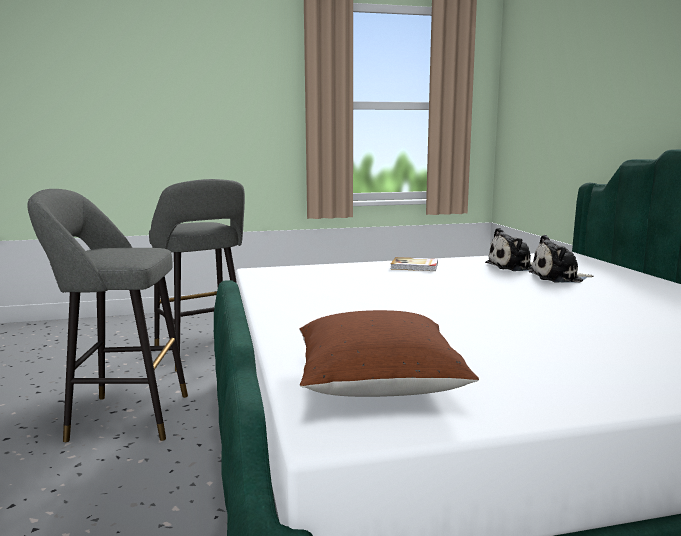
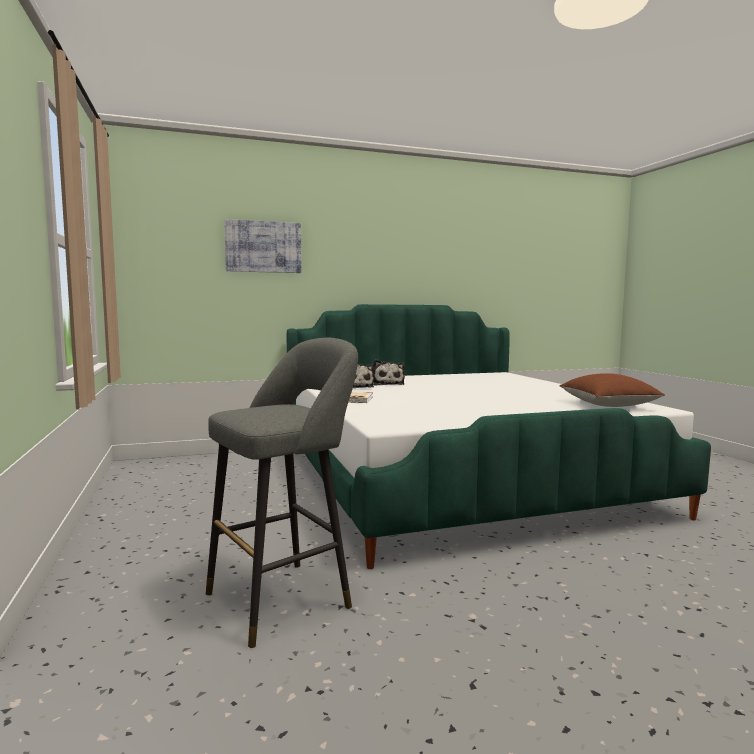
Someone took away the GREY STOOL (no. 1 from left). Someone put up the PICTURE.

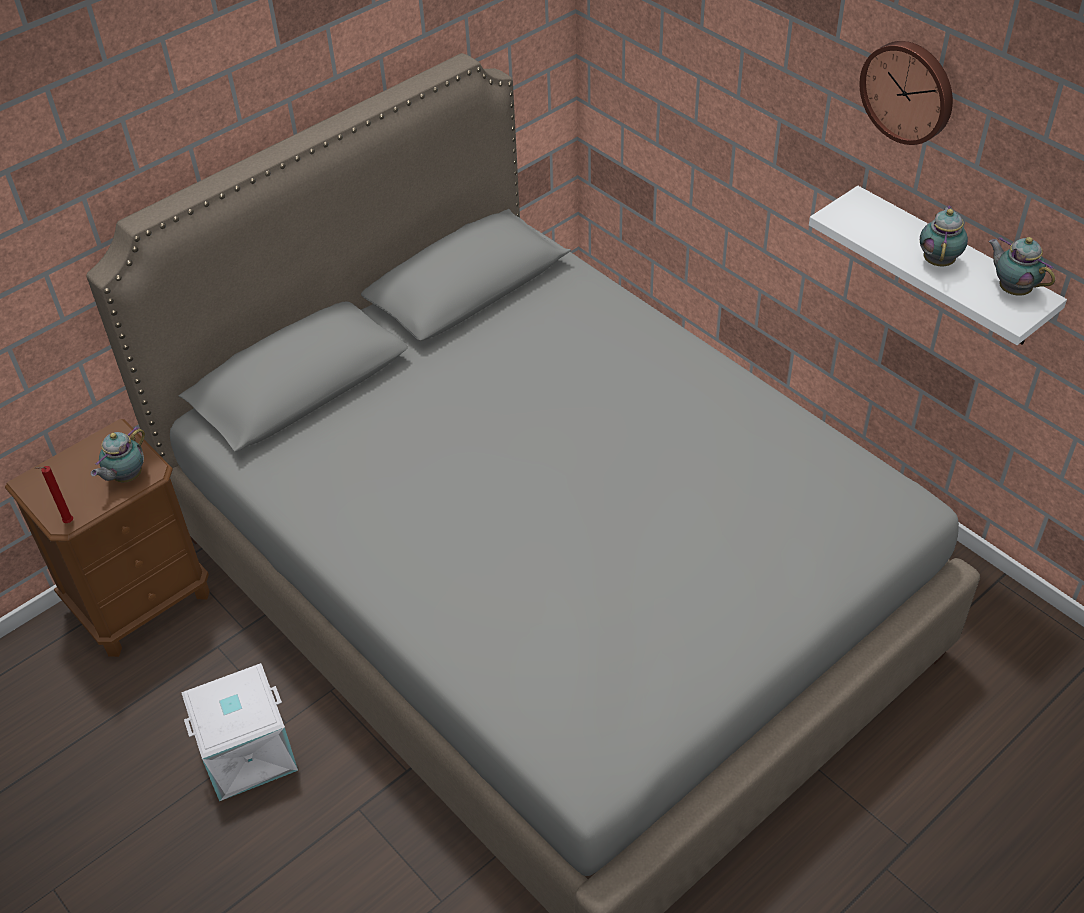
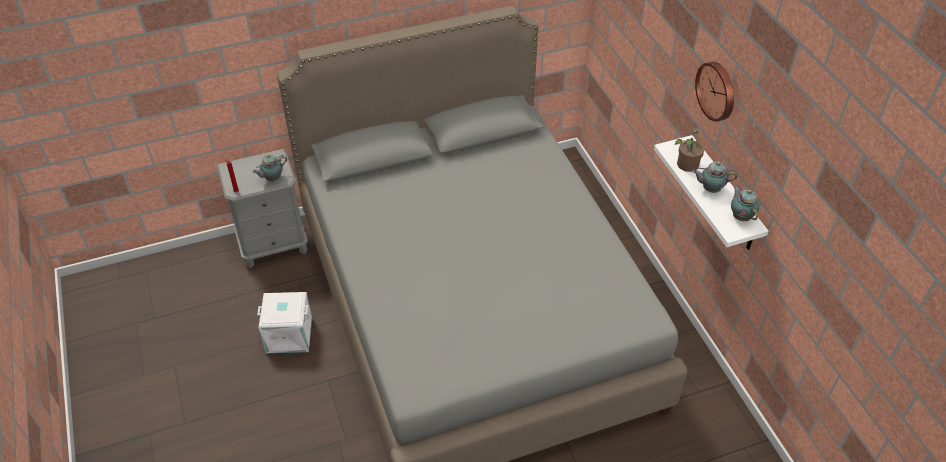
Someone rotated the TEAPOT (no. 2 from left) by 120 degrees counterclockwise. Someone repainted the BROWN NIGHTSTAND, which became the GREY NIGHTSTAND. Someone put down the POTTED PLANT.

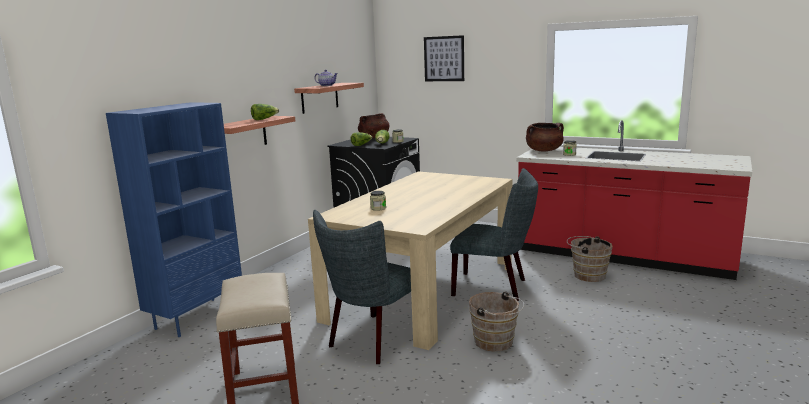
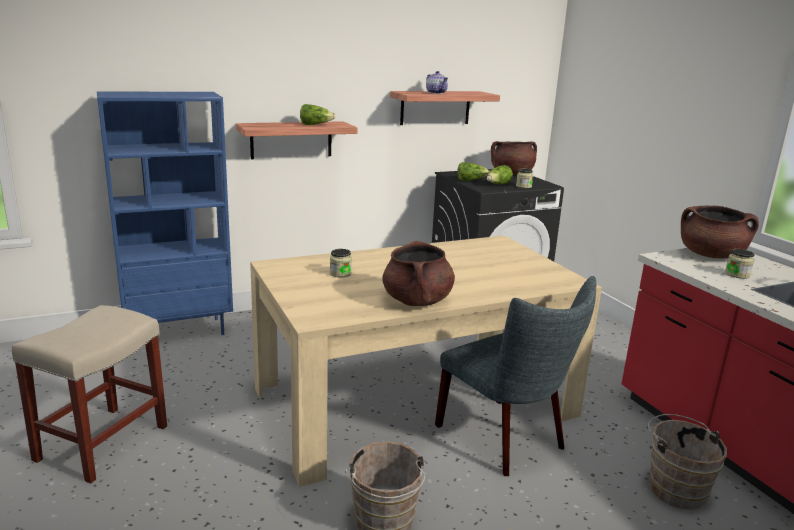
Someone took away the PICTURE. Someone took away the GREY CHAIR (no. 1 from left). Someone put down the BROWN COOKING POT (no. 1 from left).

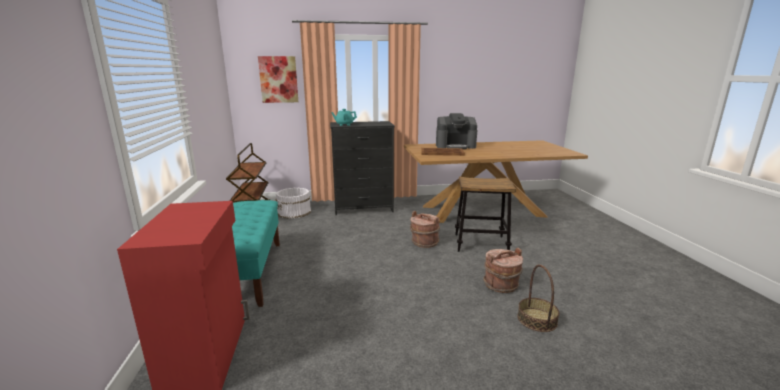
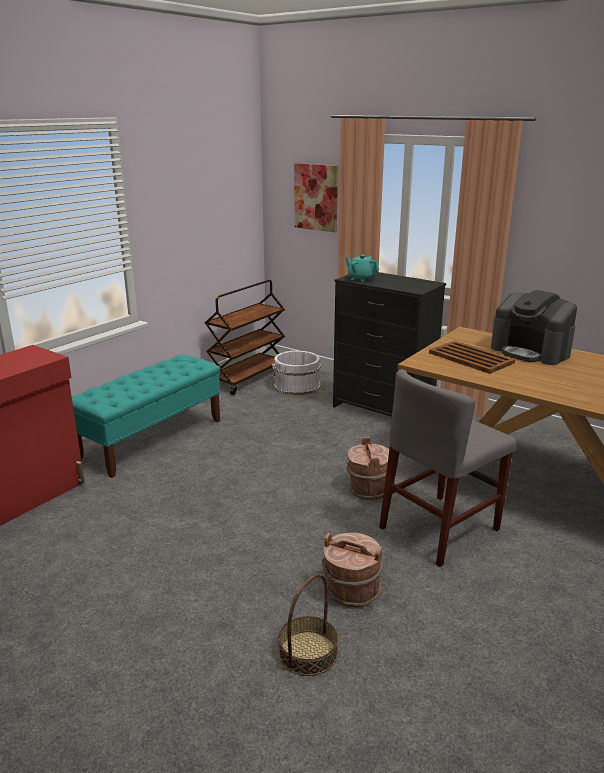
Someone swapped the STOOL for the GREY CHAIR.

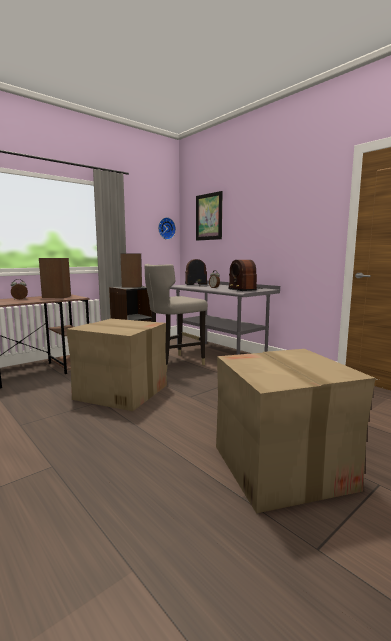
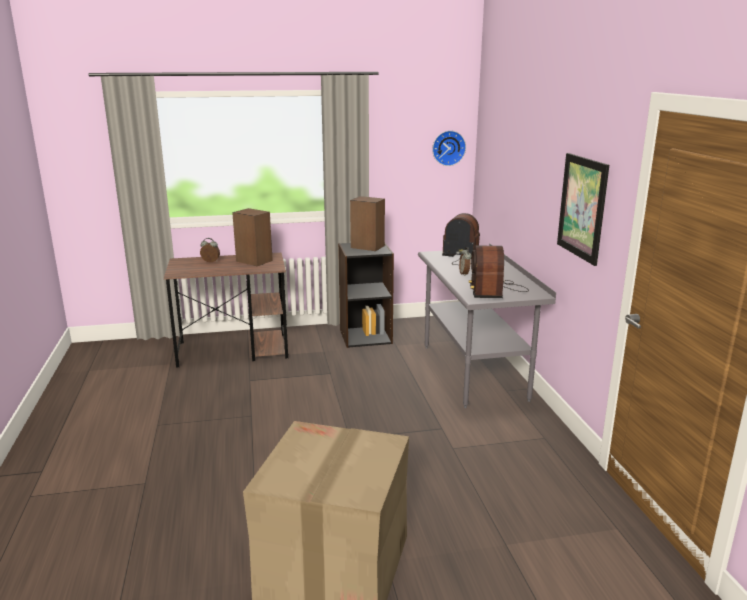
Someone carried the PICTURE. Someone took away the GREY STOOL. Someone took away the CARDBOARD BOX (no. 1 from left).

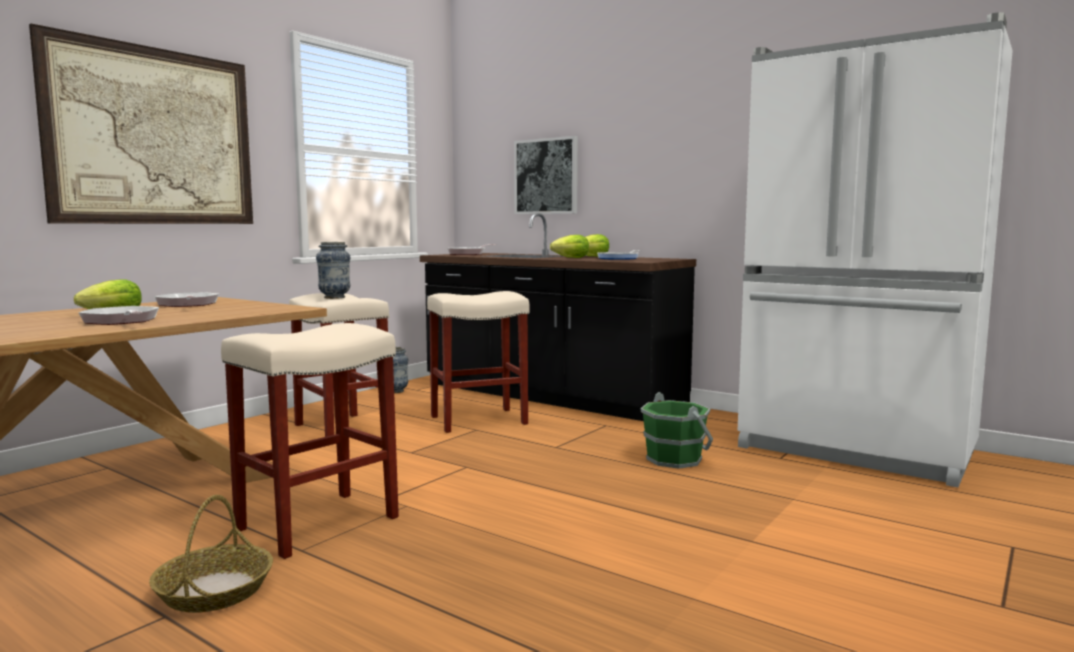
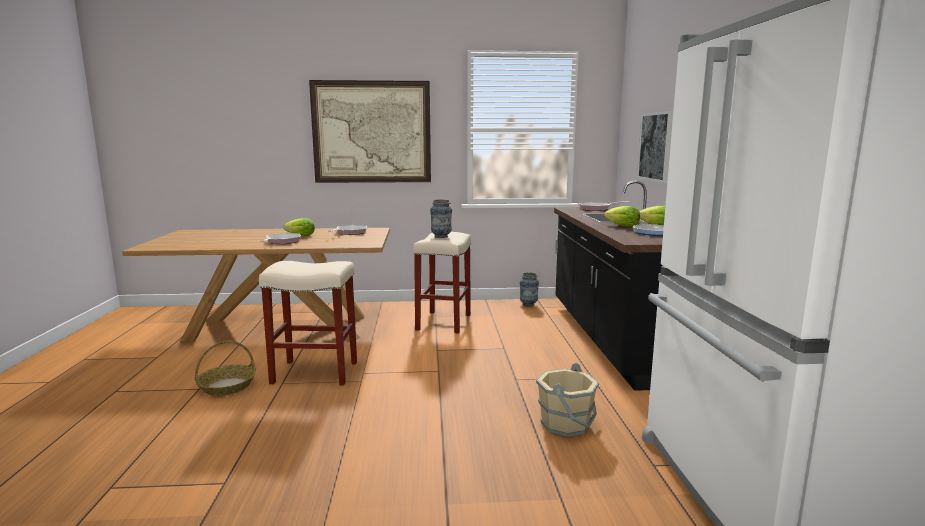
Someone took away the BEIGE STOOL (no. 3 from left). Someone repainted the GREEN BUCKET, which became the BEIGE BUCKET.

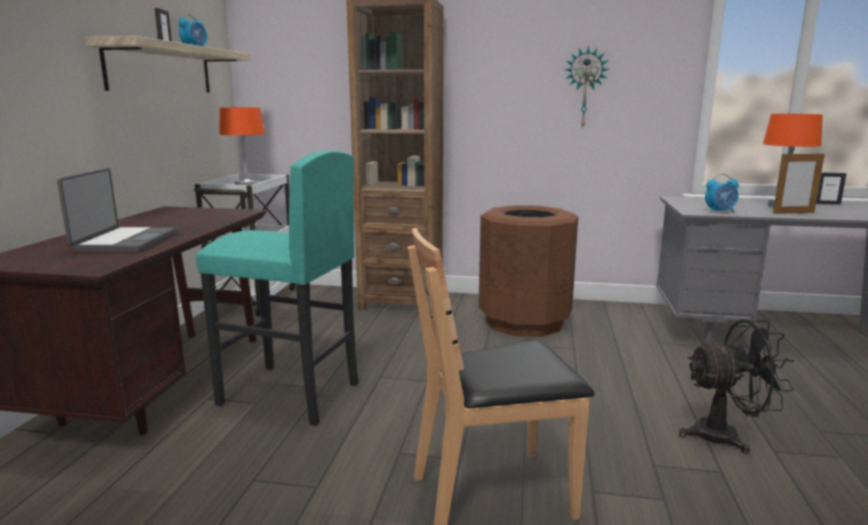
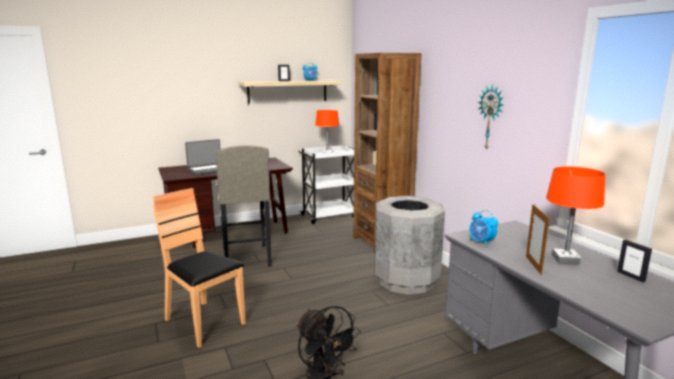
Someone repainted the TURQUOISE STOOL, which became the GREY STOOL. Someone rotated the PICTURE FRAME (no. 2 from left) by 45 degrees clockwise. Someone repainted the BROWN TRASH CAN, which became the GREY TRASH CAN.

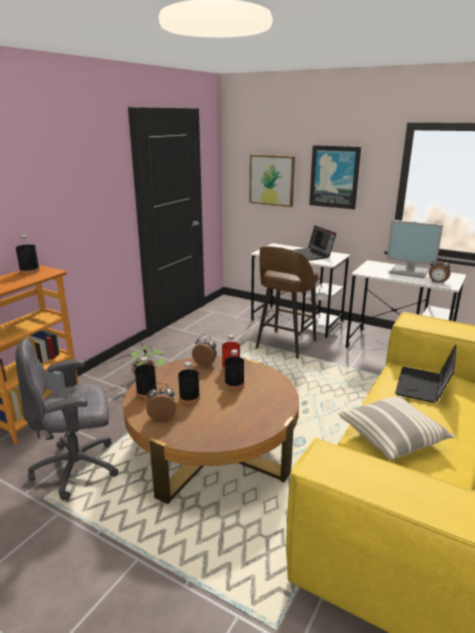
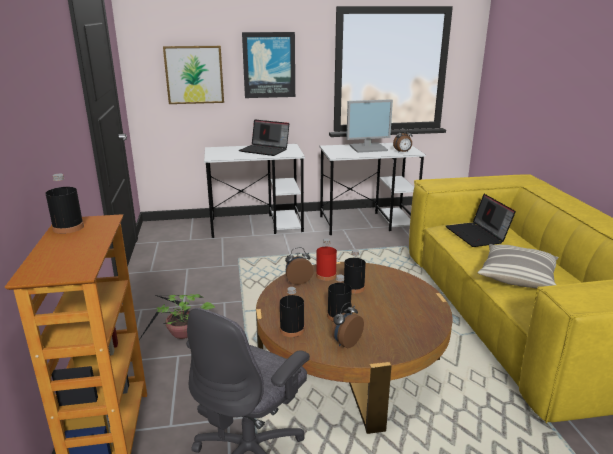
Someone took away the BROWN STOOL.

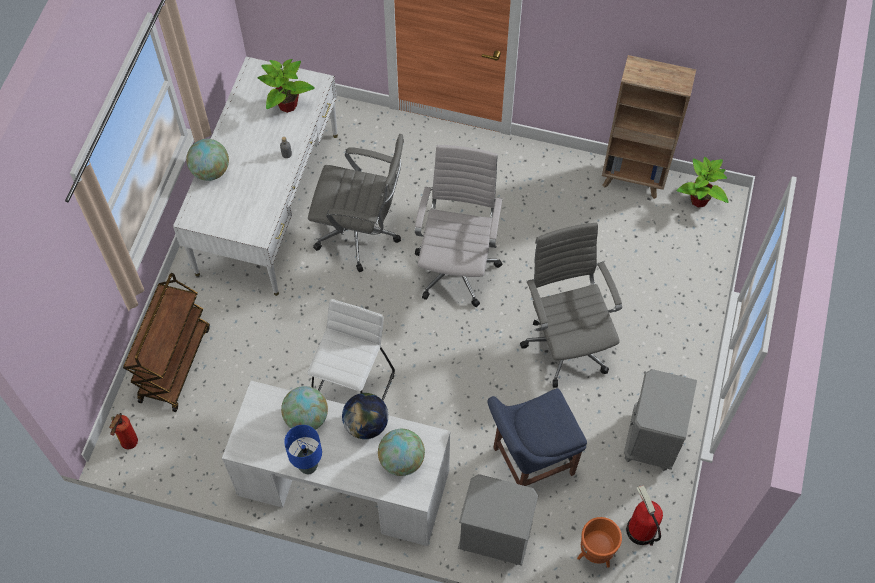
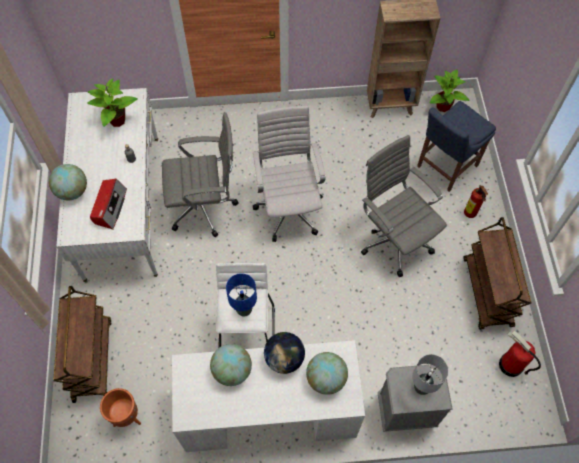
Someone swapped the GREY NIGHTSTAND (no. 2 from left) for the BROWN CART (no. 2 from left). Someone carried the BLUE CHAIR. Someone carried the FIRE EXTINGUISHER (no. 1 from left). Someone carried the BLUE TABLE LAMP. Someone carried the ORANGE PLANTER. Someone put down the RADIO. Someone put down the GREY TABLE LAMP.

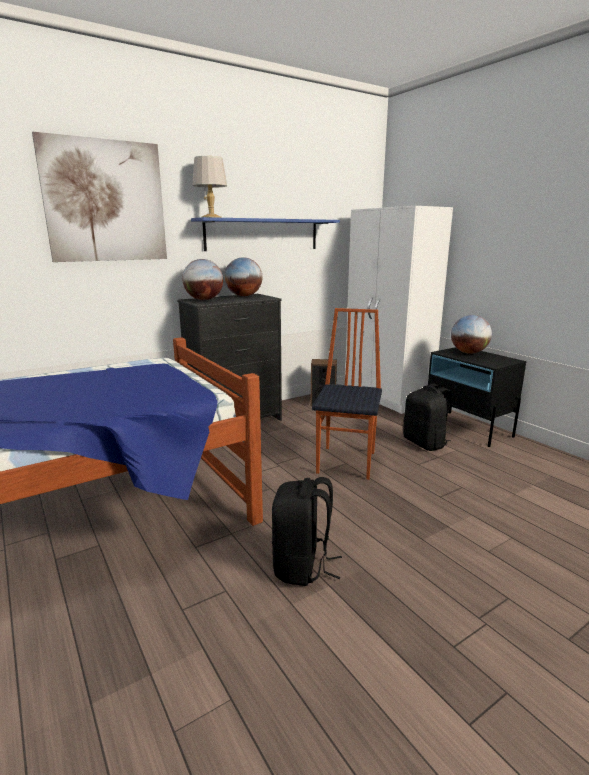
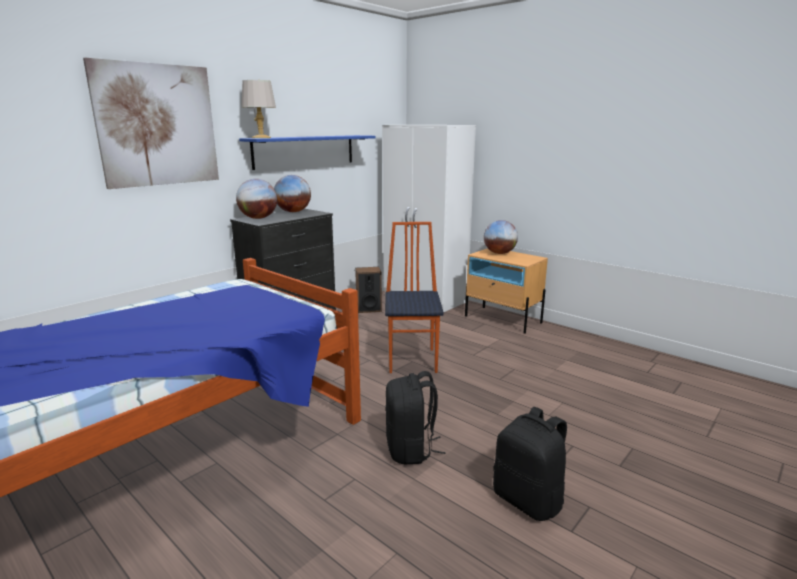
Someone repainted the BLACK NIGHTSTAND, which became the BEIGE NIGHTSTAND. Someone carried the BLACK BACKPACK (no. 2 from left).

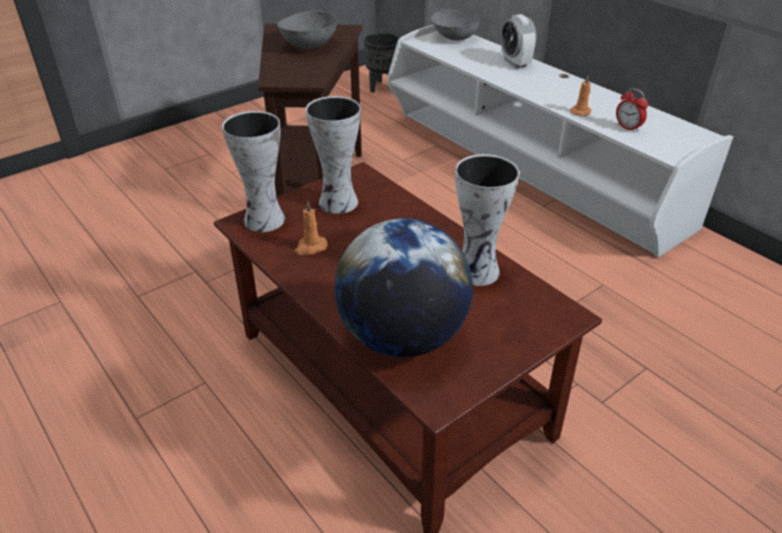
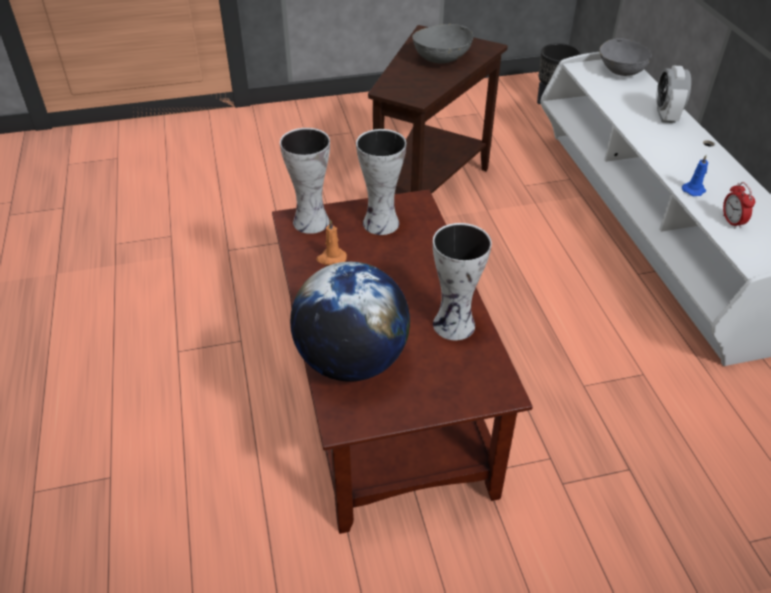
Someone repainted the ORANGE CANDLE (no. 2 from left), which became the BLUE CANDLE.

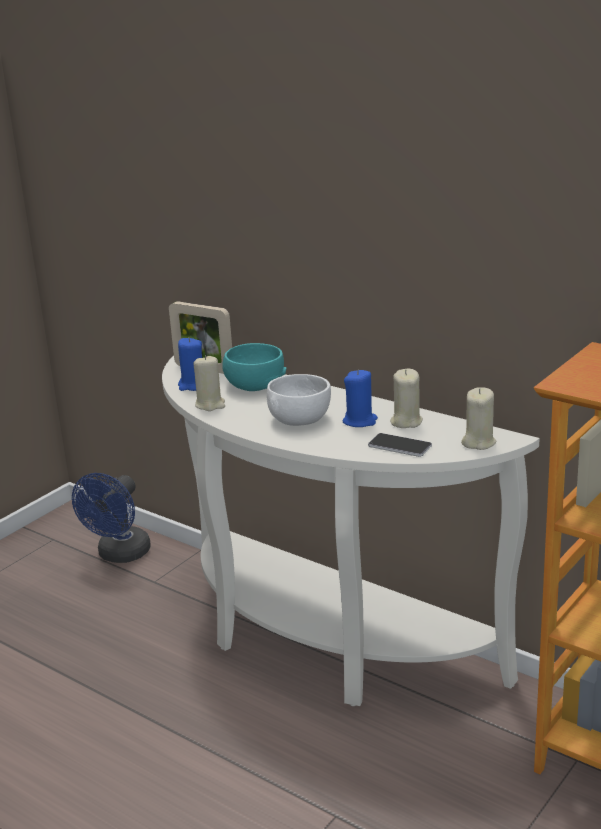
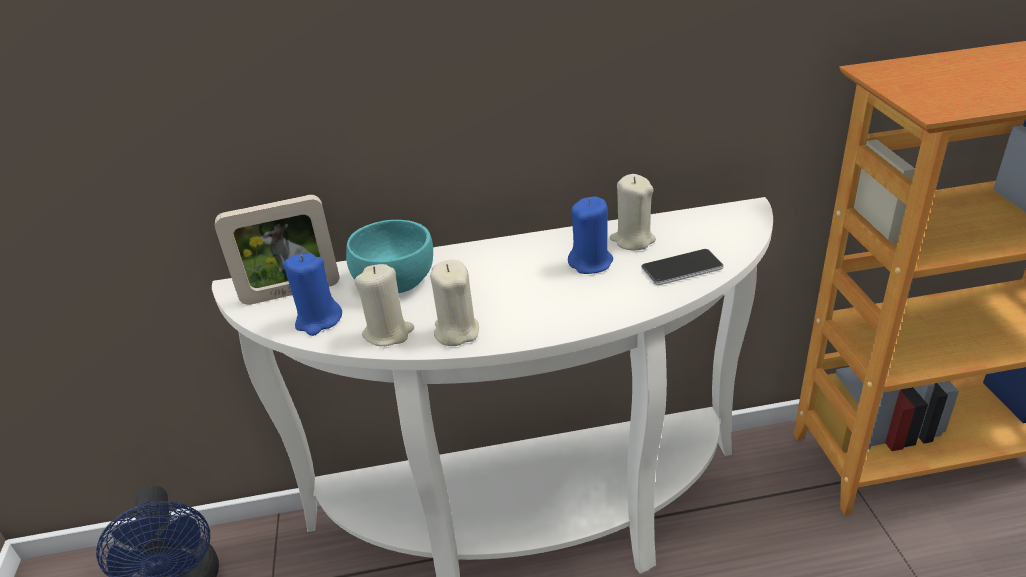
Someone took away the WHITE BOWL. Someone carried the BEIGE CANDLE (no. 3 from left in the first image).

